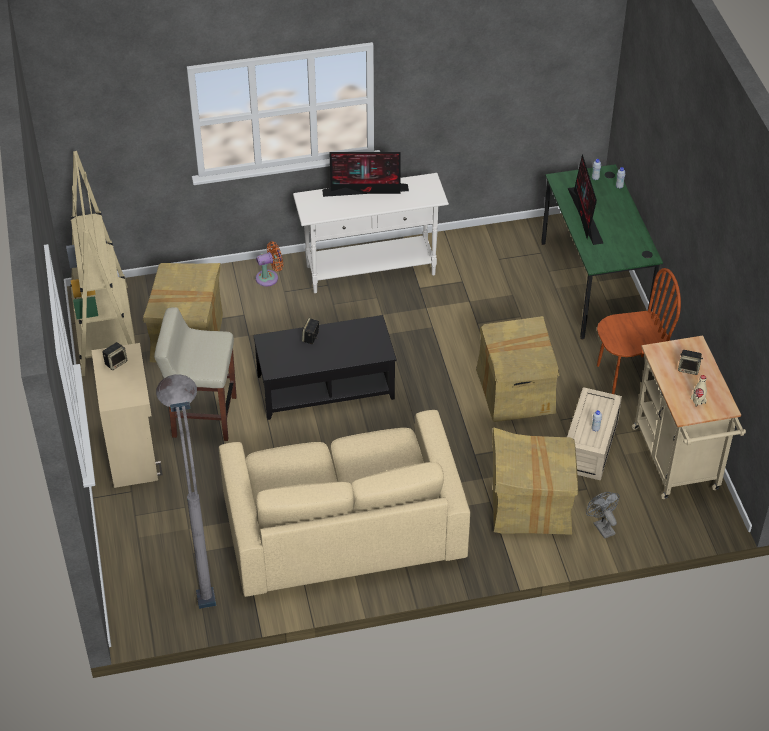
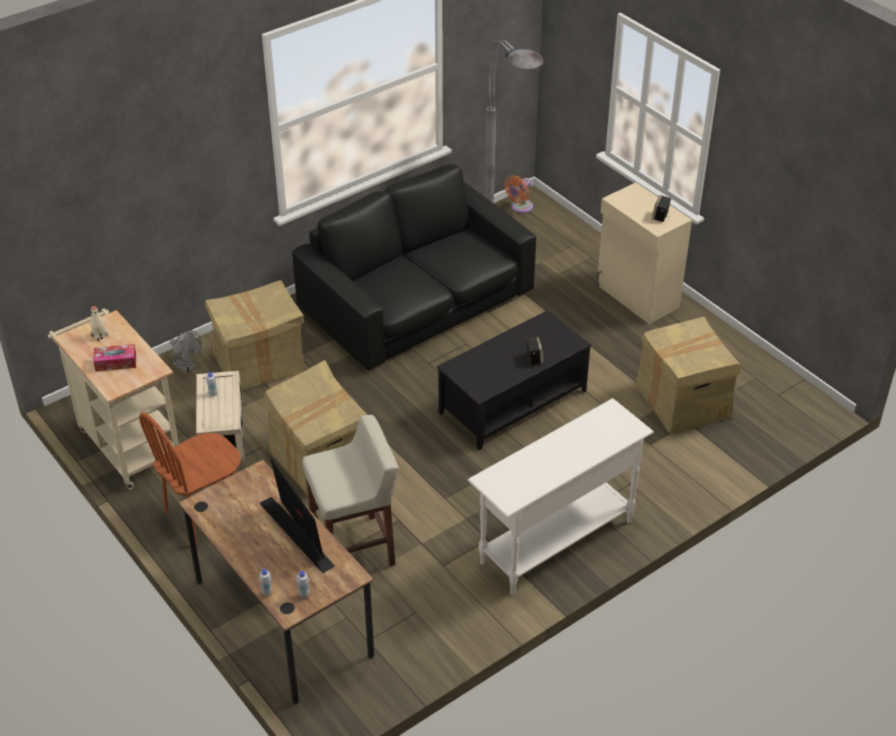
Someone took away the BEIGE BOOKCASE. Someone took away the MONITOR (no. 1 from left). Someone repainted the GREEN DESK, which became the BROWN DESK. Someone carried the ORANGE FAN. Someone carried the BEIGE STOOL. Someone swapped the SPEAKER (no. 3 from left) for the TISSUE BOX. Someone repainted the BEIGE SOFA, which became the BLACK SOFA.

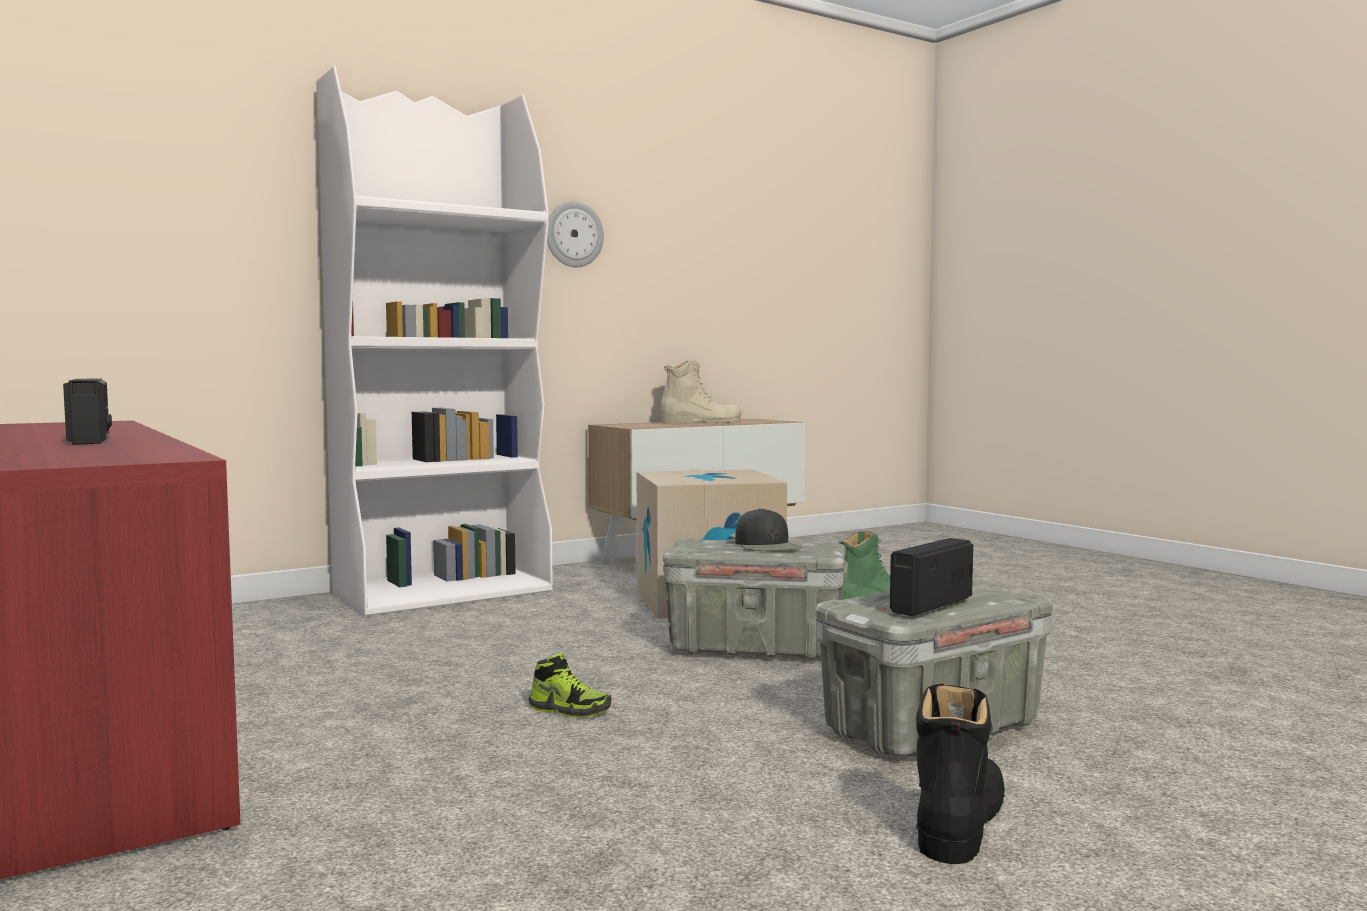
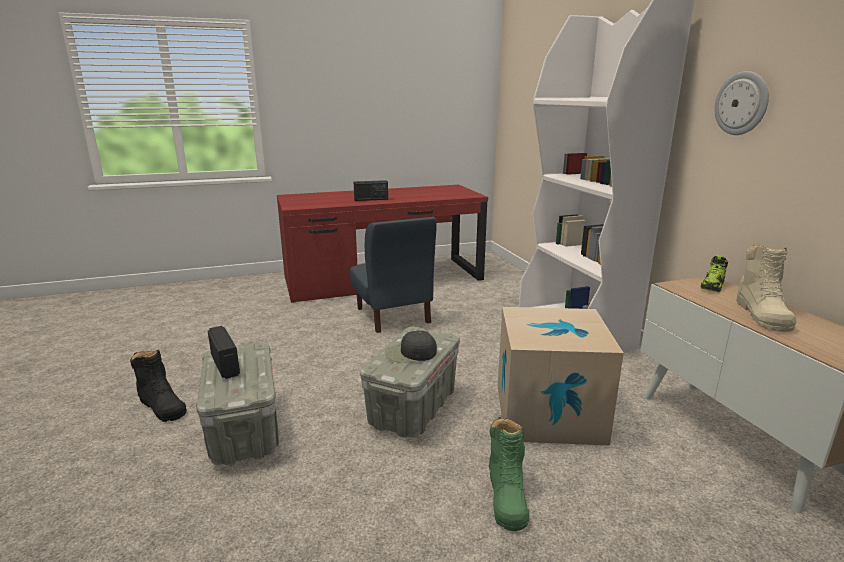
Someone carried the SHOE. Someone put down the BLUE CHAIR.

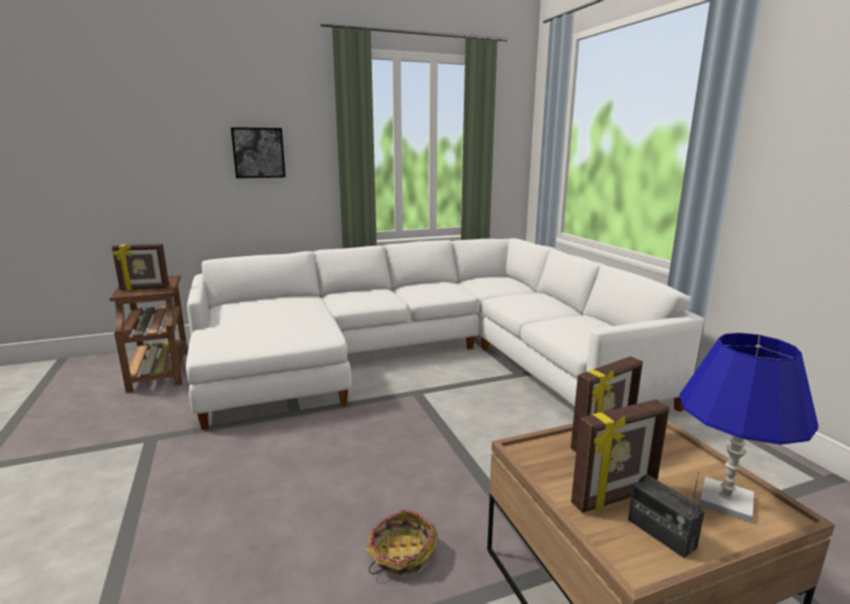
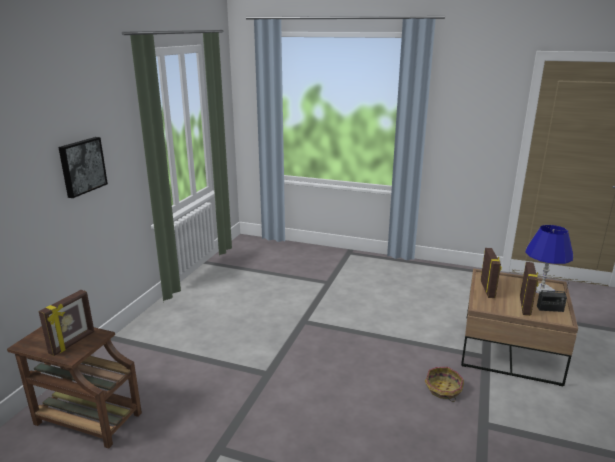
Someone took away the WHITE SOFA.

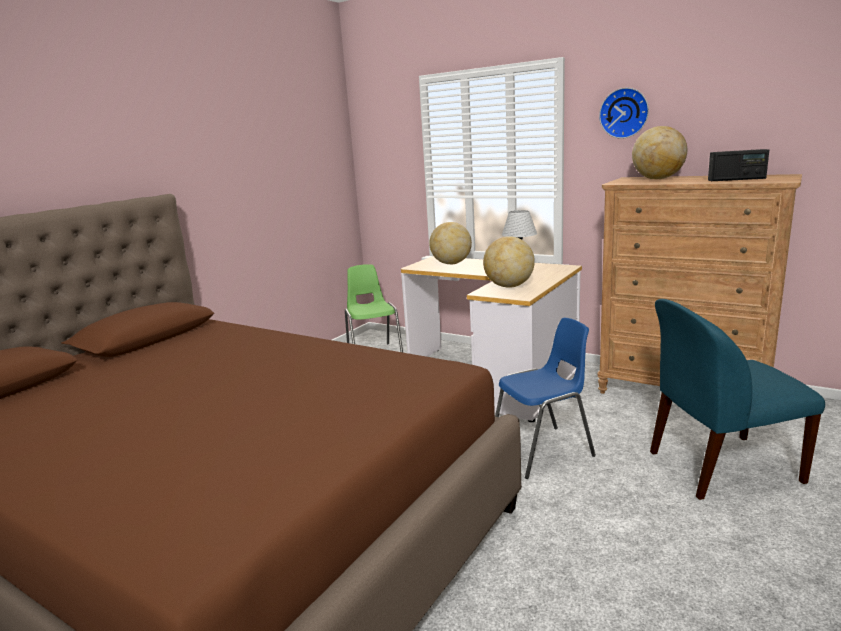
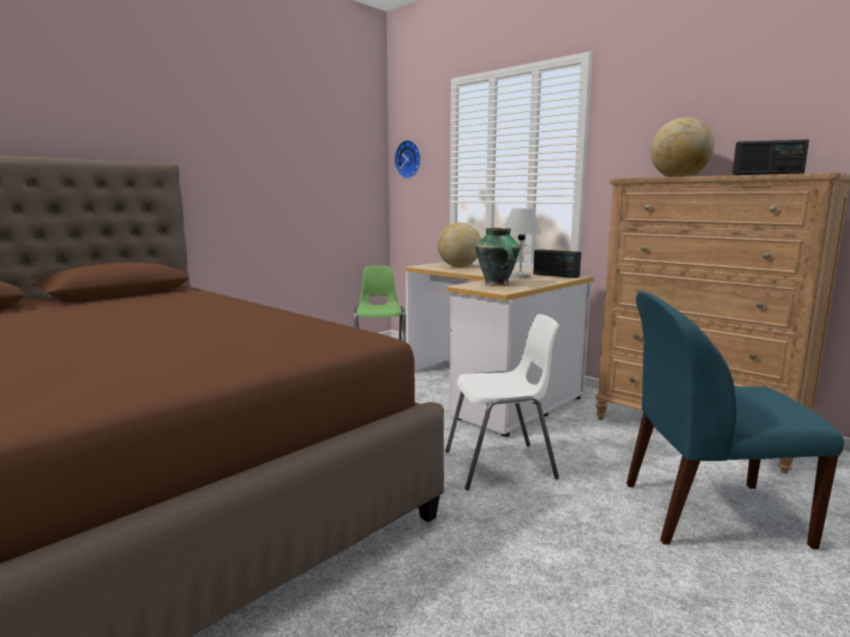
Someone carried the WALL CLOCK. Someone swapped the GLOBE (no. 2 from left) for the VASE. Someone repainted the BLUE CHAIR (no. 1 from left), which became the WHITE CHAIR. Someone put down the RADIO (no. 1 from left).

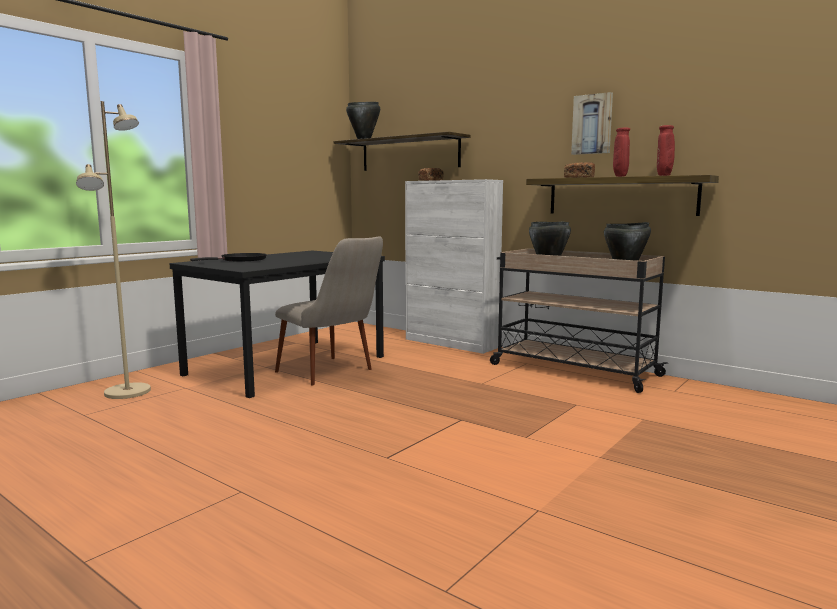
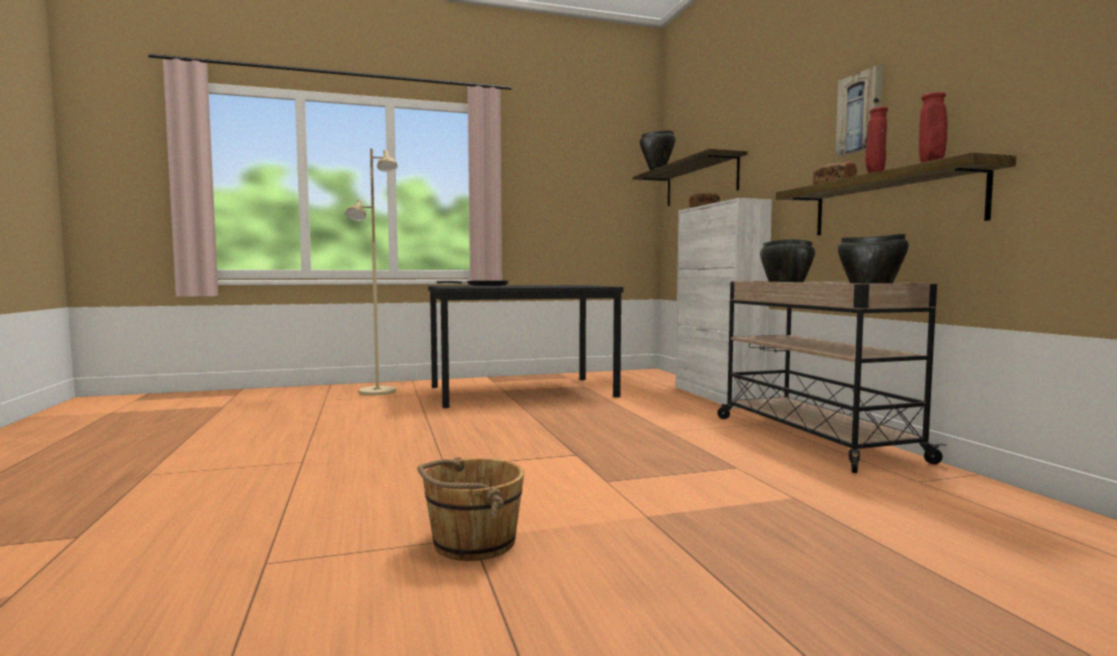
Someone took away the BEIGE CHAIR. Someone put down the BROWN BUCKET.

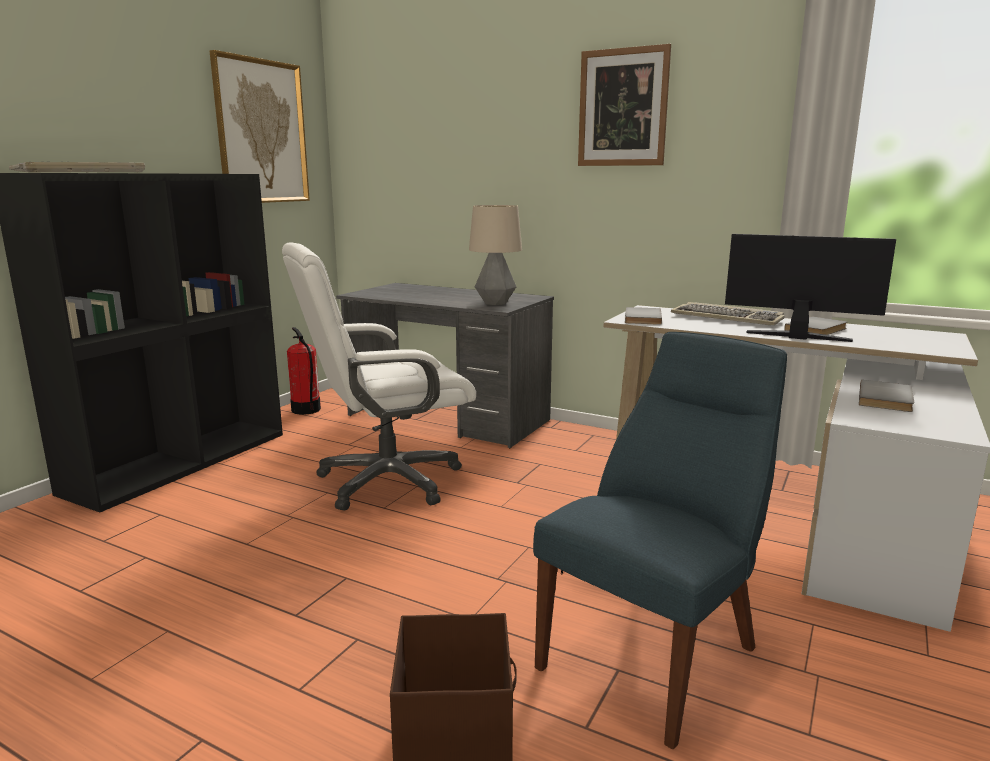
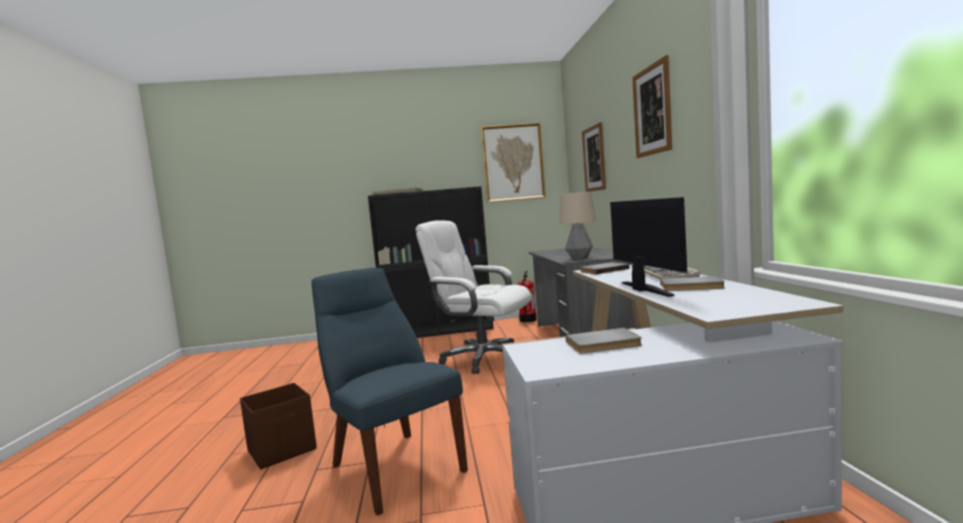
Someone rotated the BLUE CHAIR by 135 degrees counterclockwise. Someone put up the PICTURE (no. 2 from left).

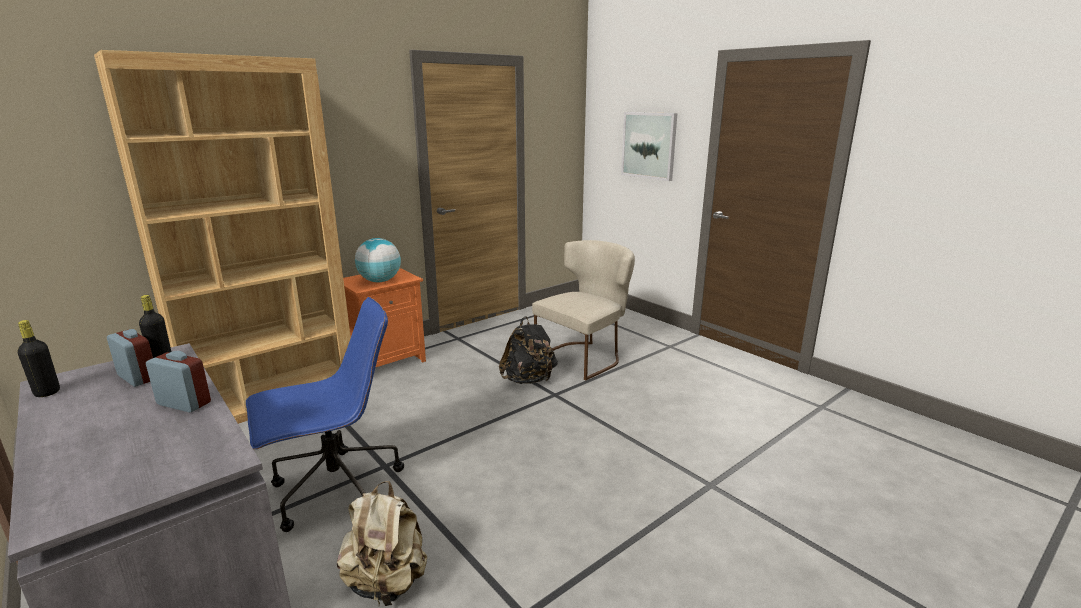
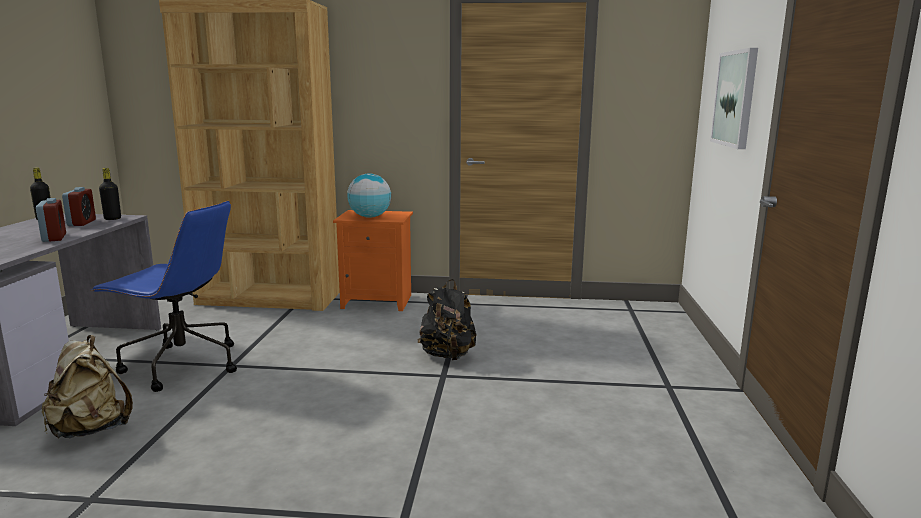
Someone took away the BEIGE CHAIR.

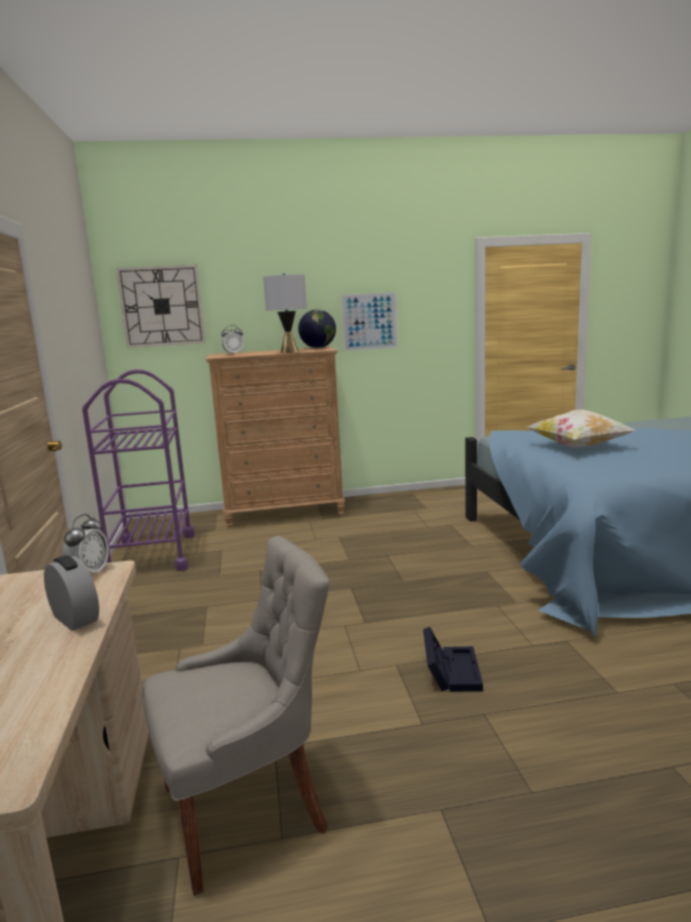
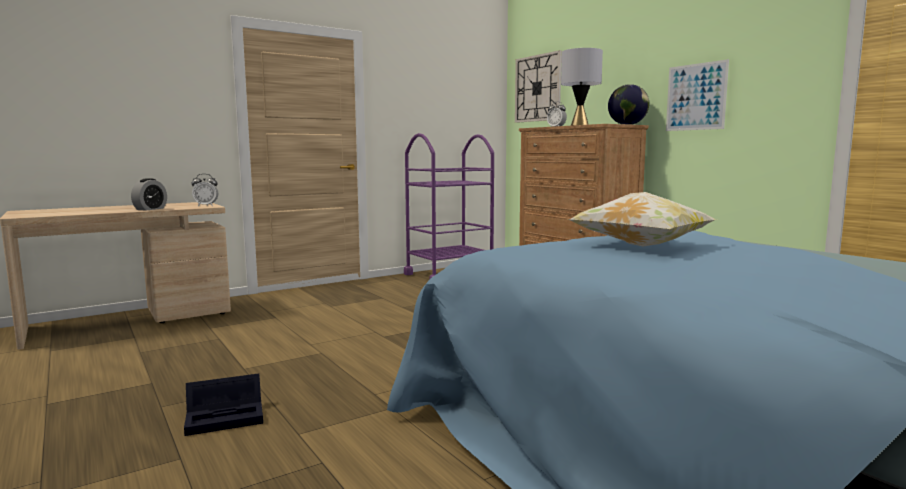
Someone took away the GREY CHAIR. Someone carried the BLACK STORAGE BOX.

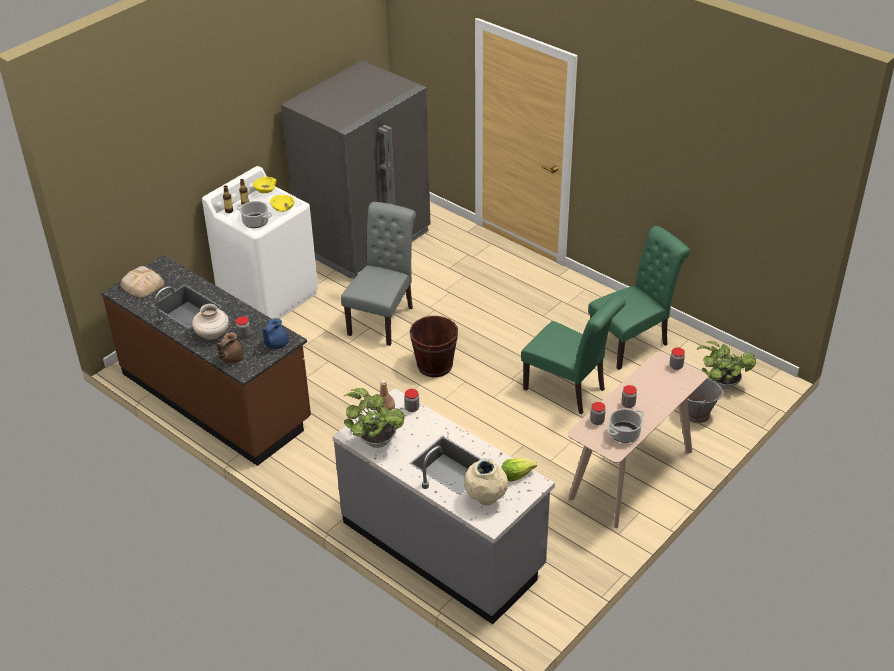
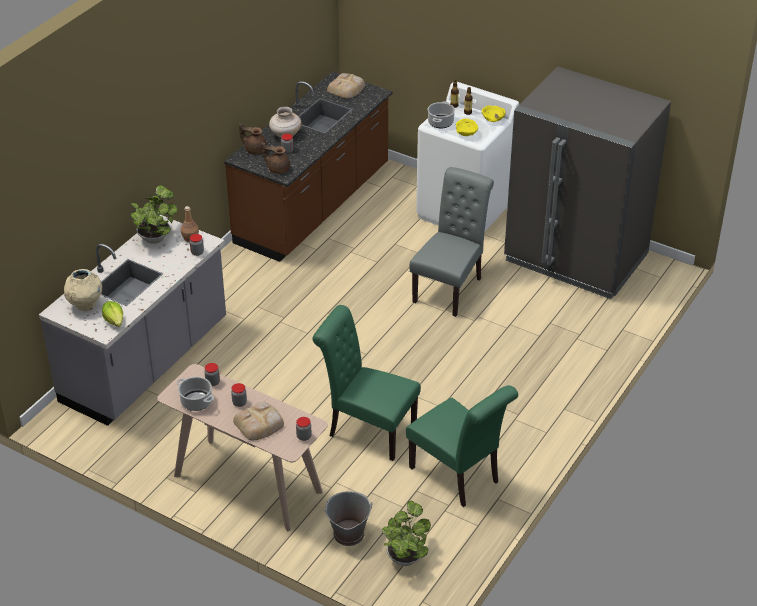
Someone rotated the GREY CHAIR by 75 degrees counterclockwise. Someone rotated the GREEN CHAIR (no. 1 from left) by 90 degrees clockwise. Someone took away the BROWN BUCKET. Someone repainted the BLUE TEAPOT, which became the BROWN TEAPOT (no. 2 from left). Someone put down the BREAD (no. 1 from left).

